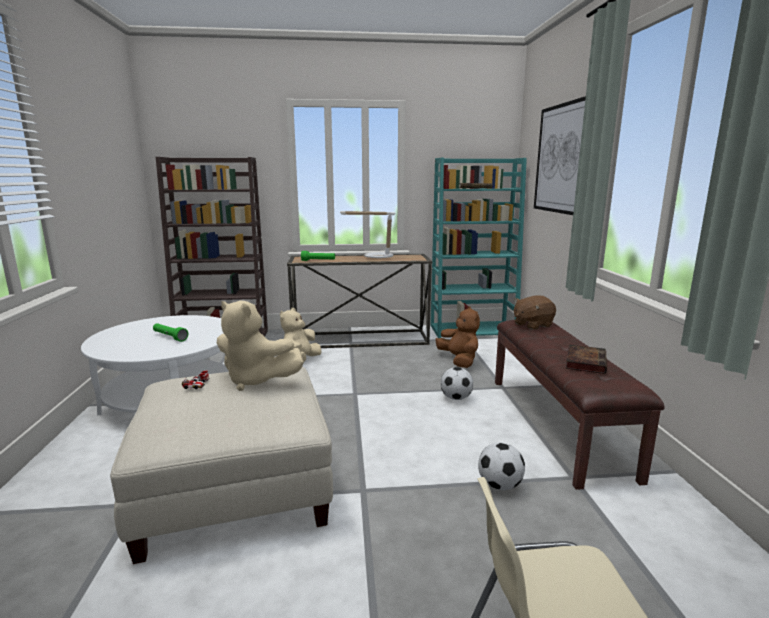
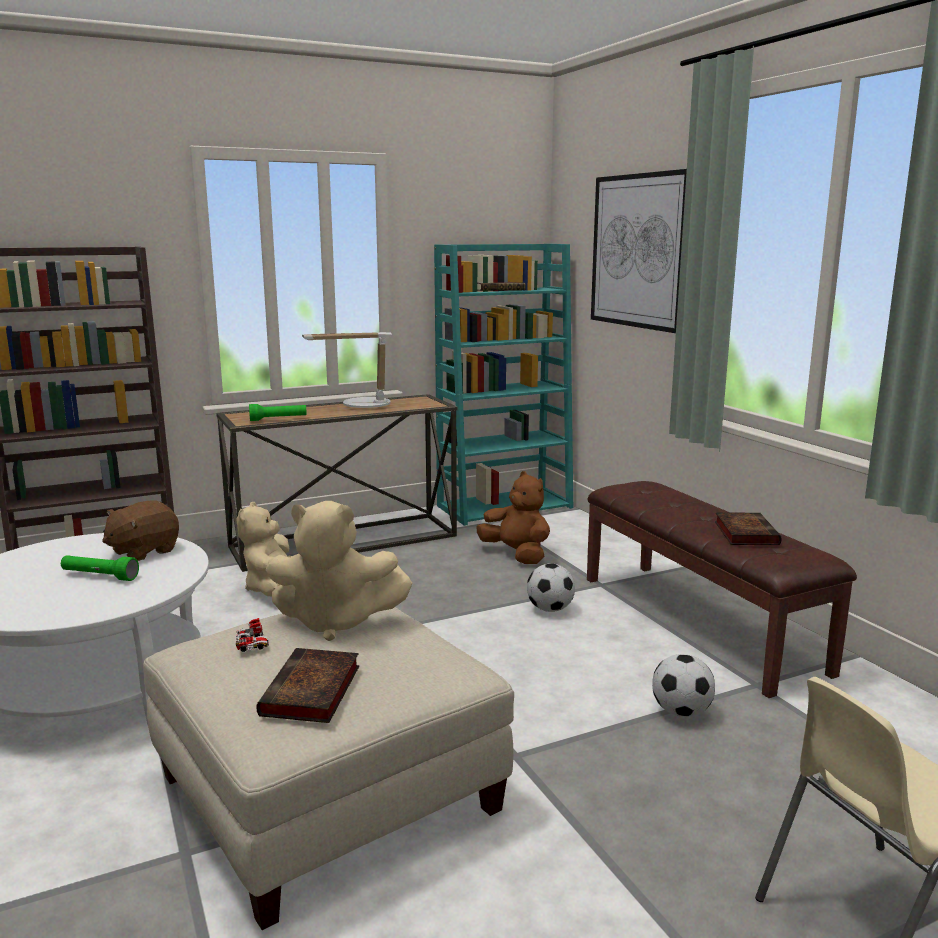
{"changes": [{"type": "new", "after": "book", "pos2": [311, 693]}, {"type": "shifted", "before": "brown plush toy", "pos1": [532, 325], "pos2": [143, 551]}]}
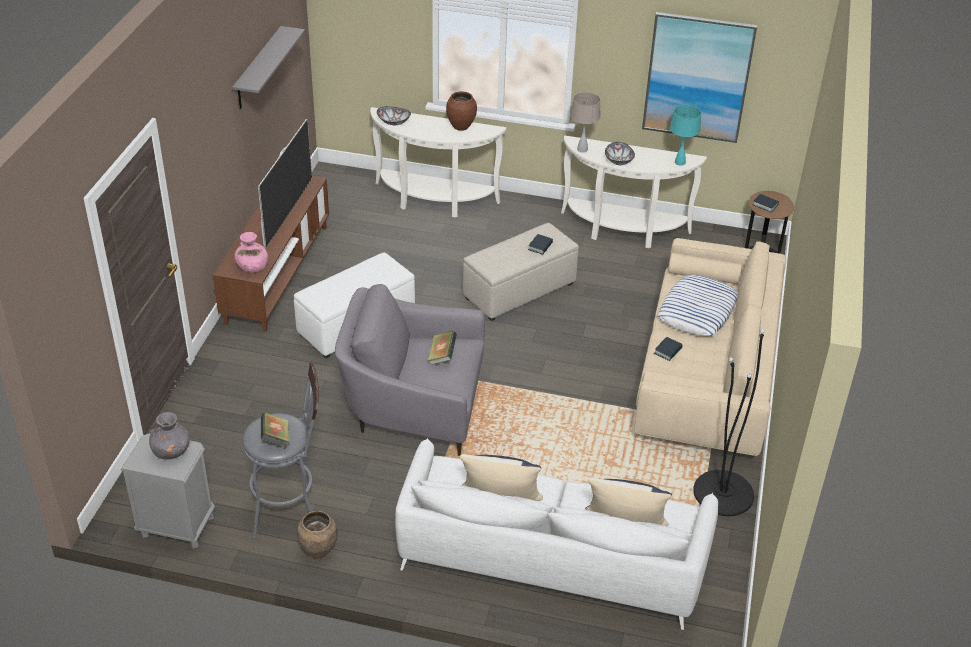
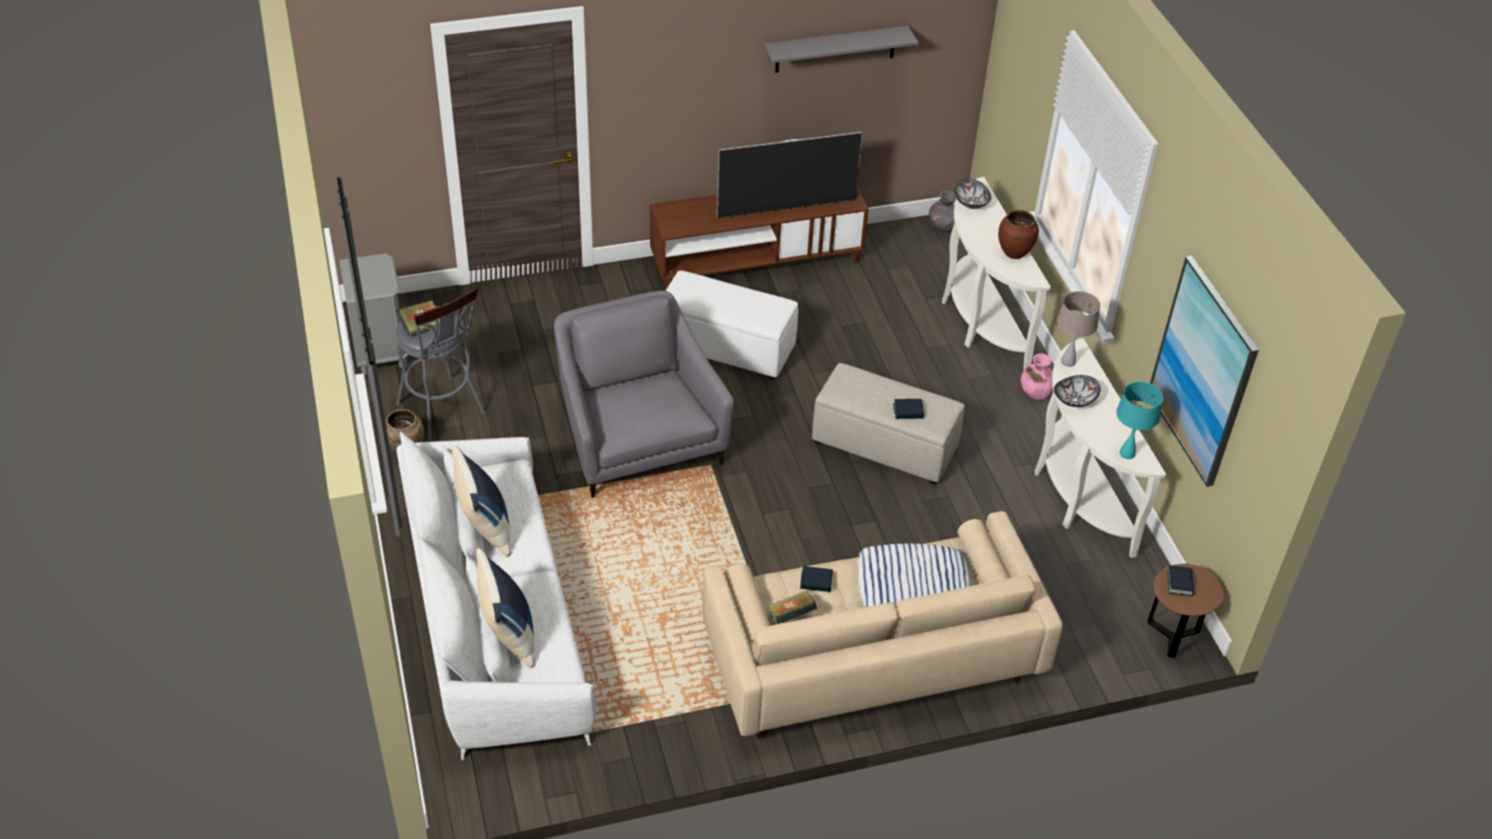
{"changes": [{"type": "gone", "before": "black floor lamp", "pos1": [723, 493]}, {"type": "shifted", "before": "grey vase", "pos1": [172, 451], "pos2": [943, 226]}, {"type": "shifted", "before": "pink vase", "pos1": [252, 267], "pos2": [1035, 391]}, {"type": "shifted", "before": "book", "pos1": [442, 356], "pos2": [791, 616]}]}
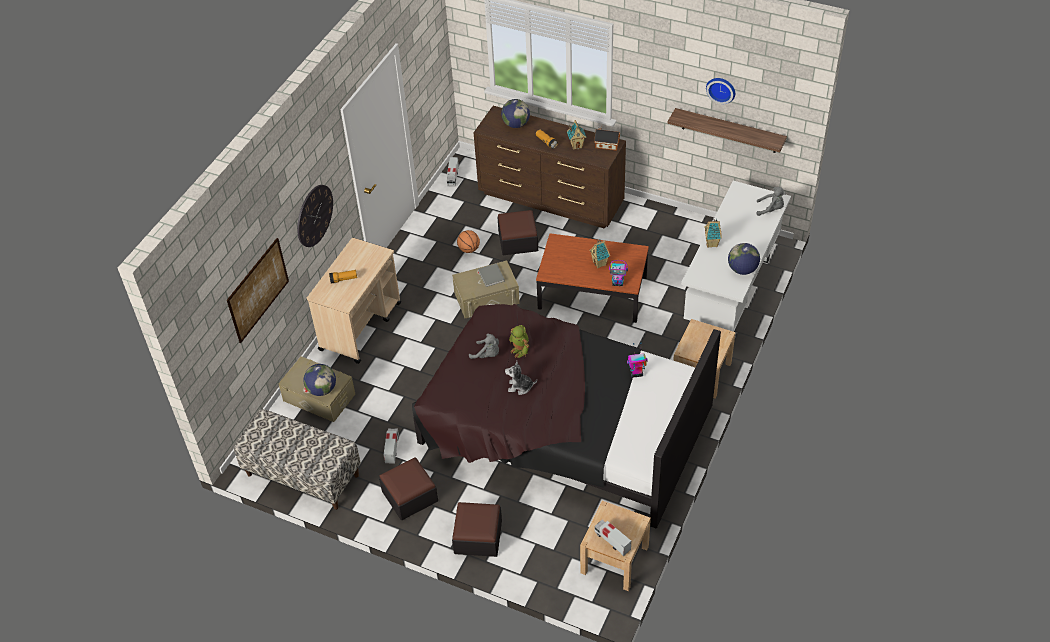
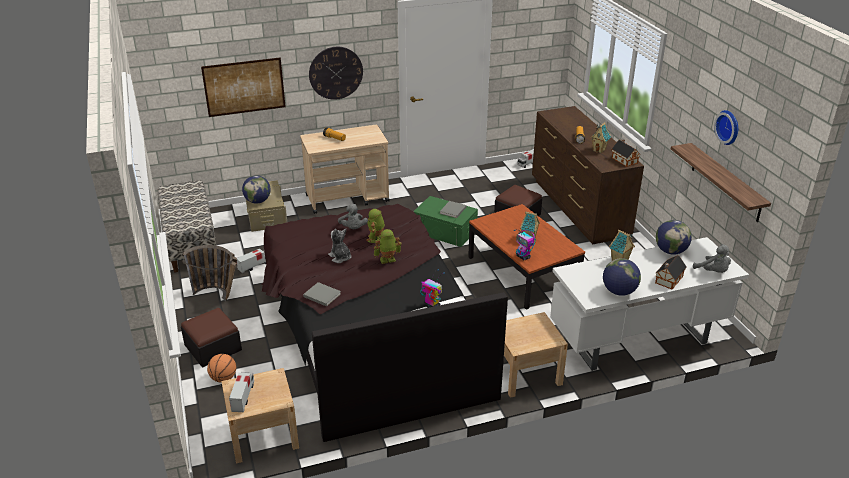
{"changes": [{"type": "new", "after": "grey book", "pos2": [321, 295]}, {"type": "new", "after": "toy robot", "pos2": [387, 260]}, {"type": "new", "after": "toy house", "pos2": [668, 280]}, {"type": "shifted", "before": "basketball", "pos1": [469, 249], "pos2": [223, 378]}, {"type": "shifted", "before": "globe", "pos1": [516, 124], "pos2": [670, 251]}, {"type": "swapped", "before": "ottoman", "after": "basket", "pos1": [410, 496], "pos2": [219, 296]}, {"type": "repainted", "before": "beige storage box", "after": "green storage box", "pos1": [486, 298], "pos2": [445, 231]}]}
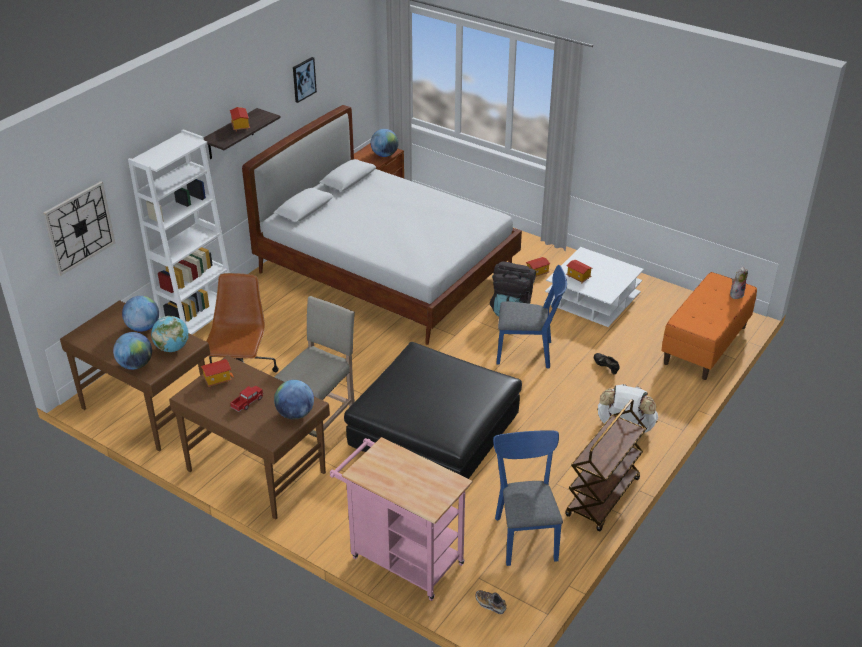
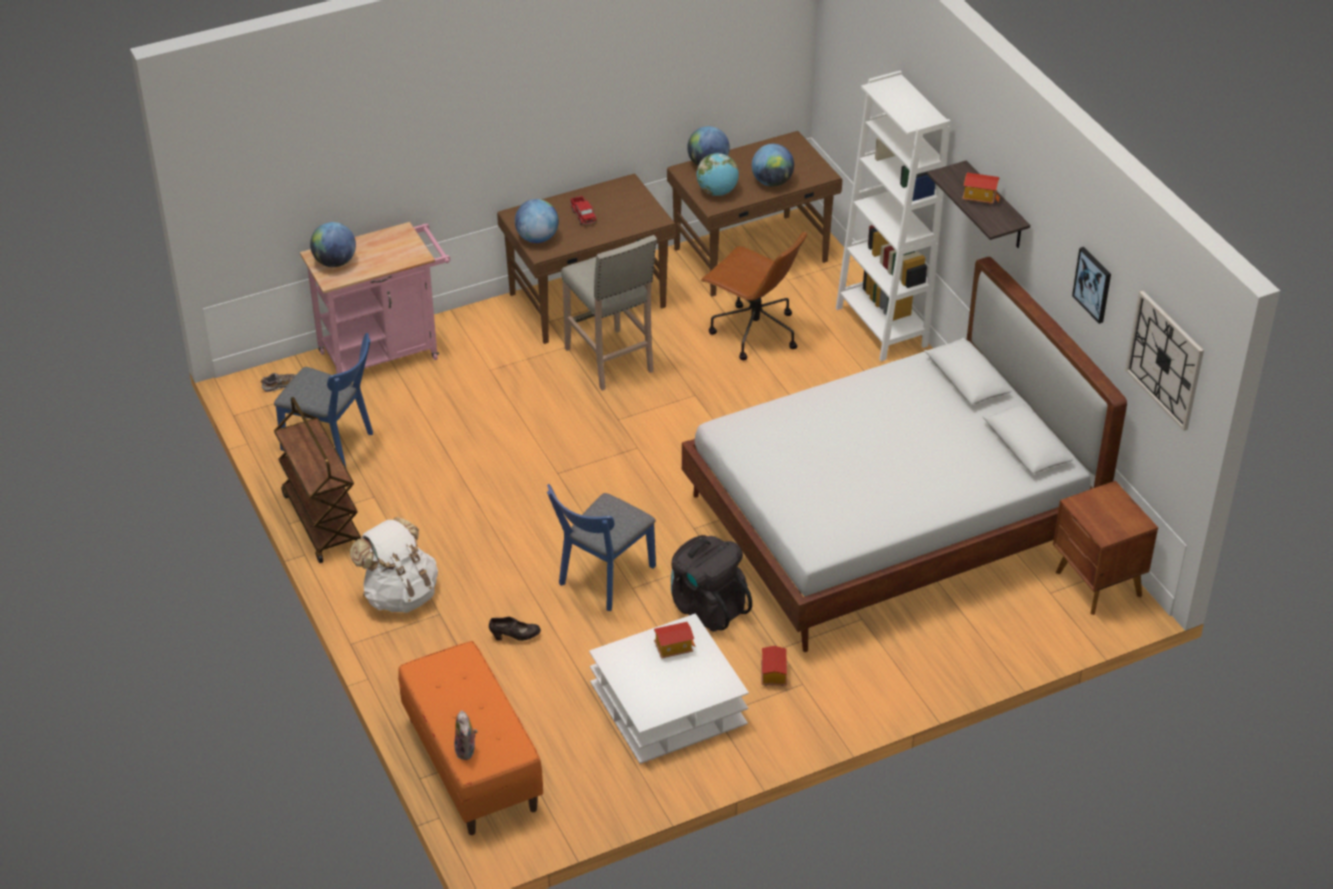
{"changes": [{"type": "gone", "before": "toy house", "pos1": [217, 379]}, {"type": "gone", "before": "black ottoman", "pos1": [434, 431]}, {"type": "shifted", "before": "wall clock", "pos1": [79, 228], "pos2": [1165, 360]}, {"type": "shifted", "before": "globe", "pos1": [384, 155], "pos2": [335, 262]}]}
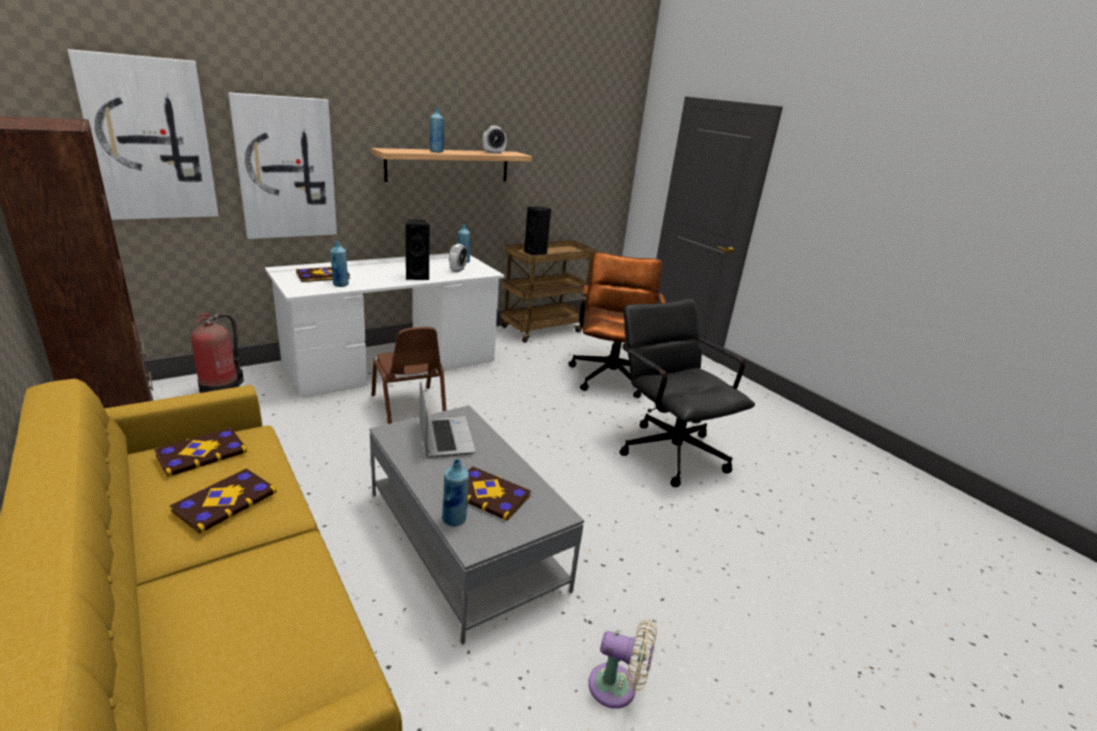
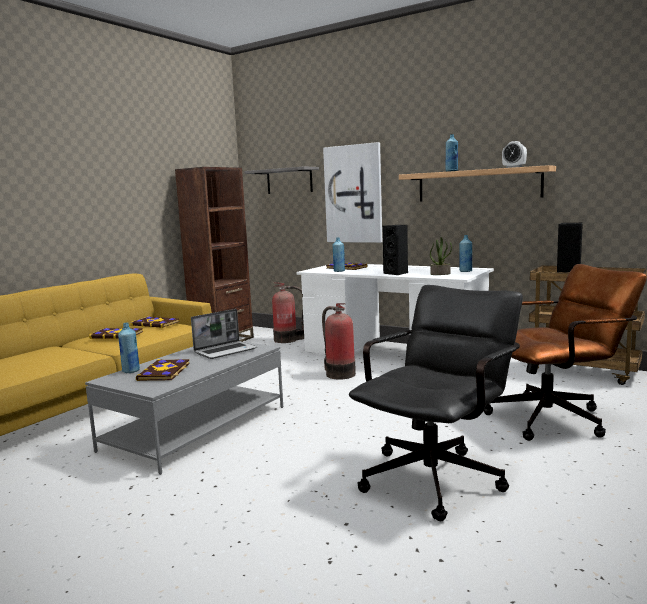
{"changes": [{"type": "gone", "before": "beige fan", "pos1": [617, 687]}, {"type": "swapped", "before": "picture", "after": "grey shelf", "pos1": [150, 140], "pos2": [289, 181]}, {"type": "swapped", "before": "brown chair", "after": "fire extinguisher", "pos1": [409, 408], "pos2": [339, 374]}, {"type": "swapped", "before": "alarm clock", "after": "potted plant", "pos1": [457, 270], "pos2": [440, 274]}]}
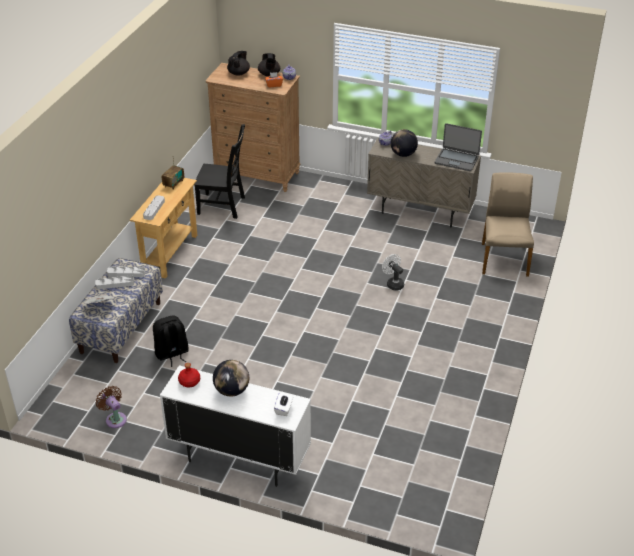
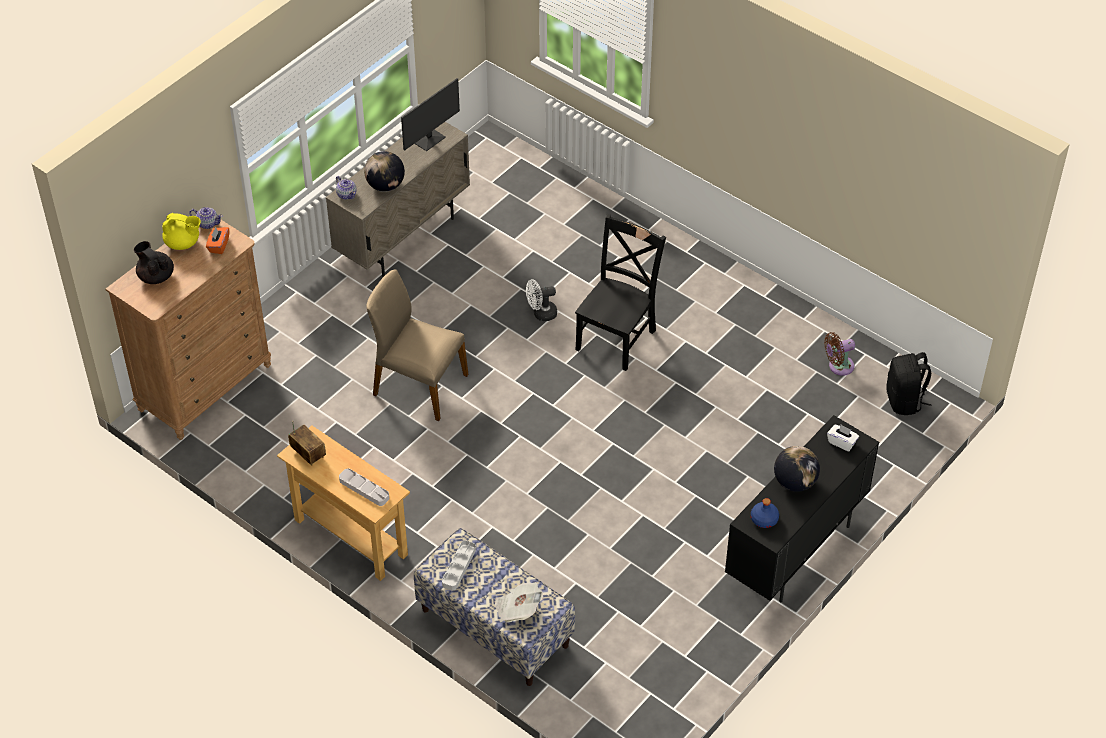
{"changes": [{"type": "gone", "before": "grey tray", "pos1": [115, 284]}, {"type": "shifted", "before": "brown fan", "pos1": [115, 419], "pos2": [838, 366]}, {"type": "shifted", "before": "black backpack", "pos1": [172, 354], "pos2": [904, 401]}, {"type": "shifted", "before": "black chair", "pos1": [223, 206], "pos2": [617, 337]}, {"type": "shifted", "before": "beige chair", "pos1": [503, 259], "pos2": [419, 385]}, {"type": "swapped", "before": "laptop", "after": "monitor", "pos1": [456, 160], "pos2": [429, 139]}, {"type": "repainted", "before": "white cabinet", "after": "black cabinet", "pos1": [239, 460], "pos2": [795, 552]}, {"type": "repainted", "before": "red bottle", "after": "blue bottle", "pos1": [189, 382], "pos2": [764, 519]}, {"type": "repainted", "before": "black teapot", "after": "yellow teapot", "pos1": [269, 74], "pos2": [183, 243]}]}
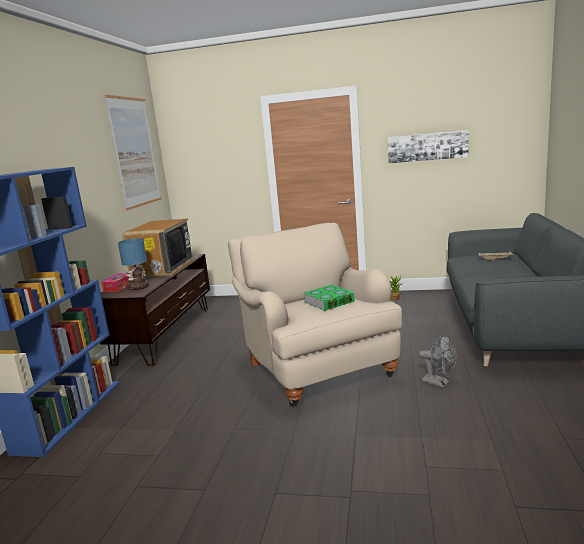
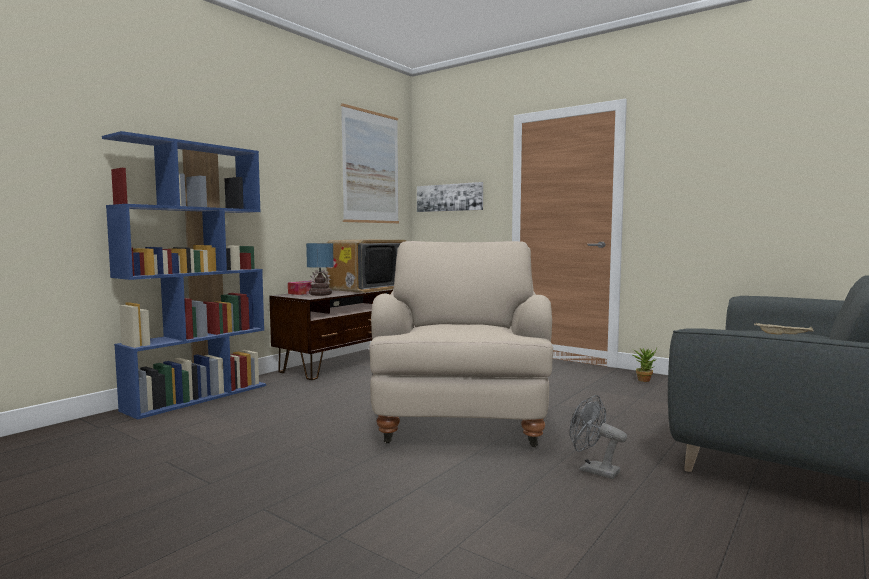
{"changes": [{"type": "gone", "before": "book", "pos1": [329, 301]}, {"type": "shifted", "before": "picture", "pos1": [427, 146], "pos2": [449, 197]}, {"type": "rotated", "before": "grey fan", "pos1": [439, 383], "pos2": [593, 470], "turn": 150}]}
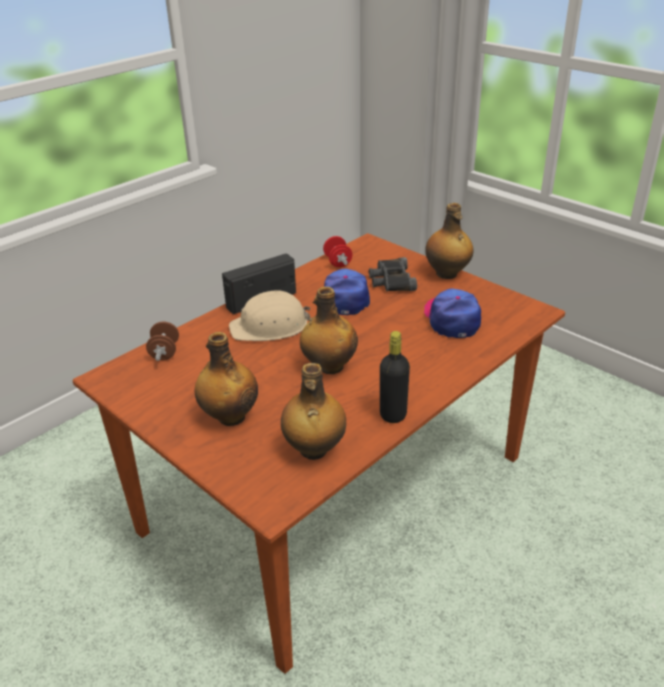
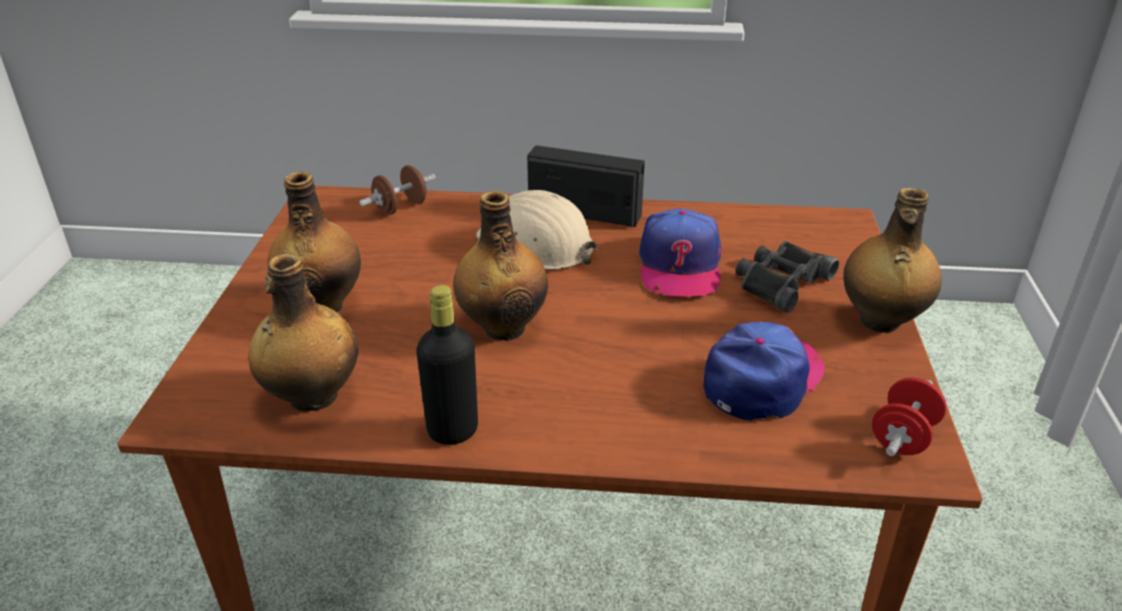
{"changes": [{"type": "shifted", "before": "red dumbbell", "pos1": [337, 262], "pos2": [903, 437]}, {"type": "rotated", "before": "cap", "pos1": [345, 297], "pos2": [679, 266], "turn": 135}]}
